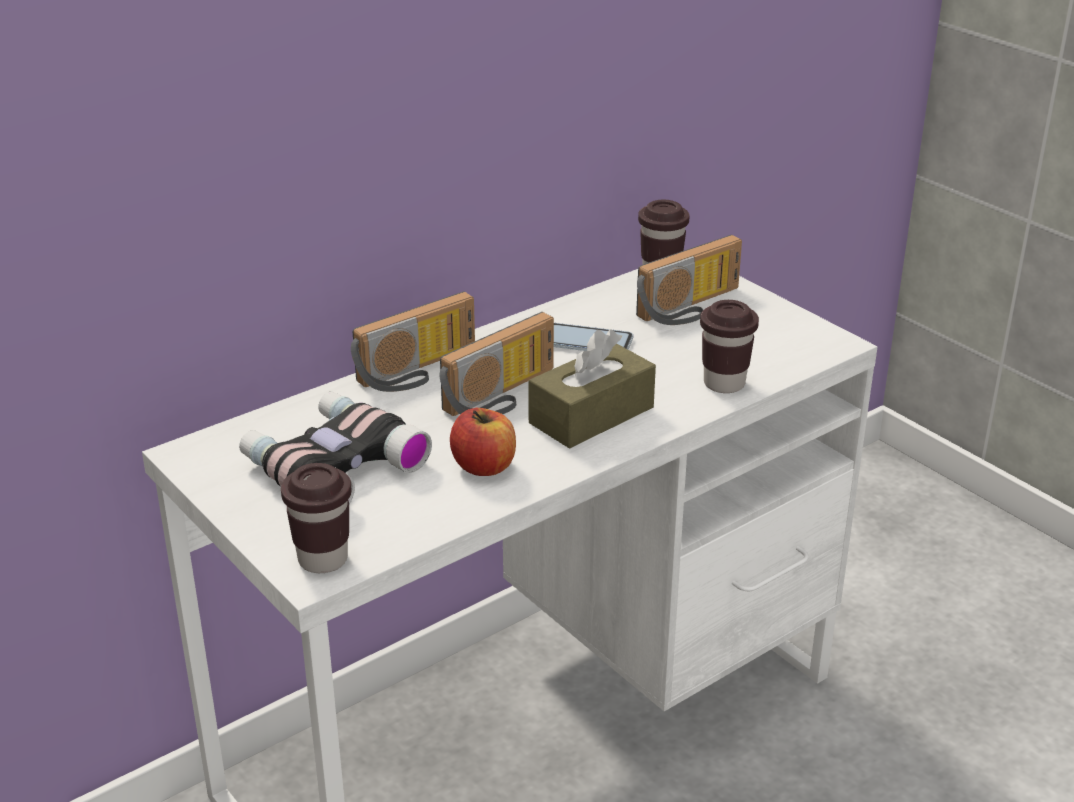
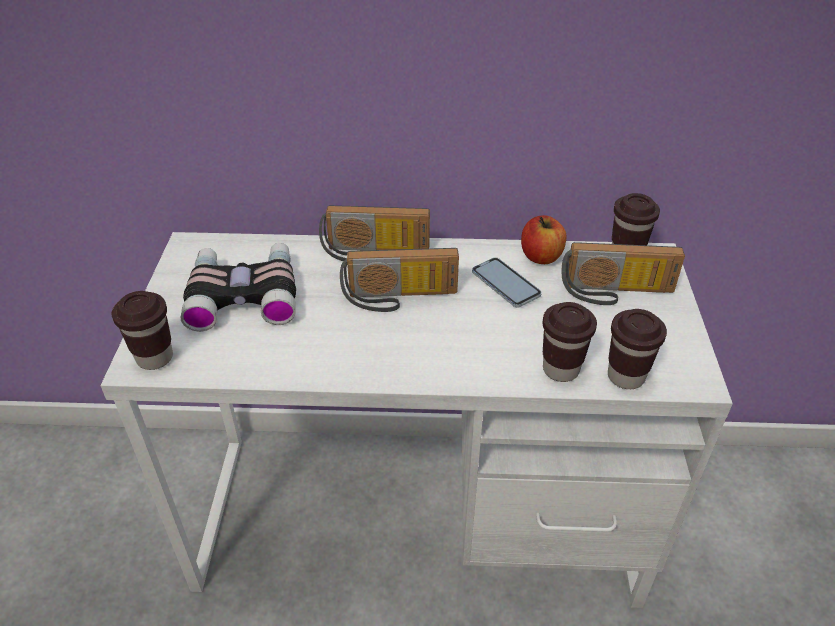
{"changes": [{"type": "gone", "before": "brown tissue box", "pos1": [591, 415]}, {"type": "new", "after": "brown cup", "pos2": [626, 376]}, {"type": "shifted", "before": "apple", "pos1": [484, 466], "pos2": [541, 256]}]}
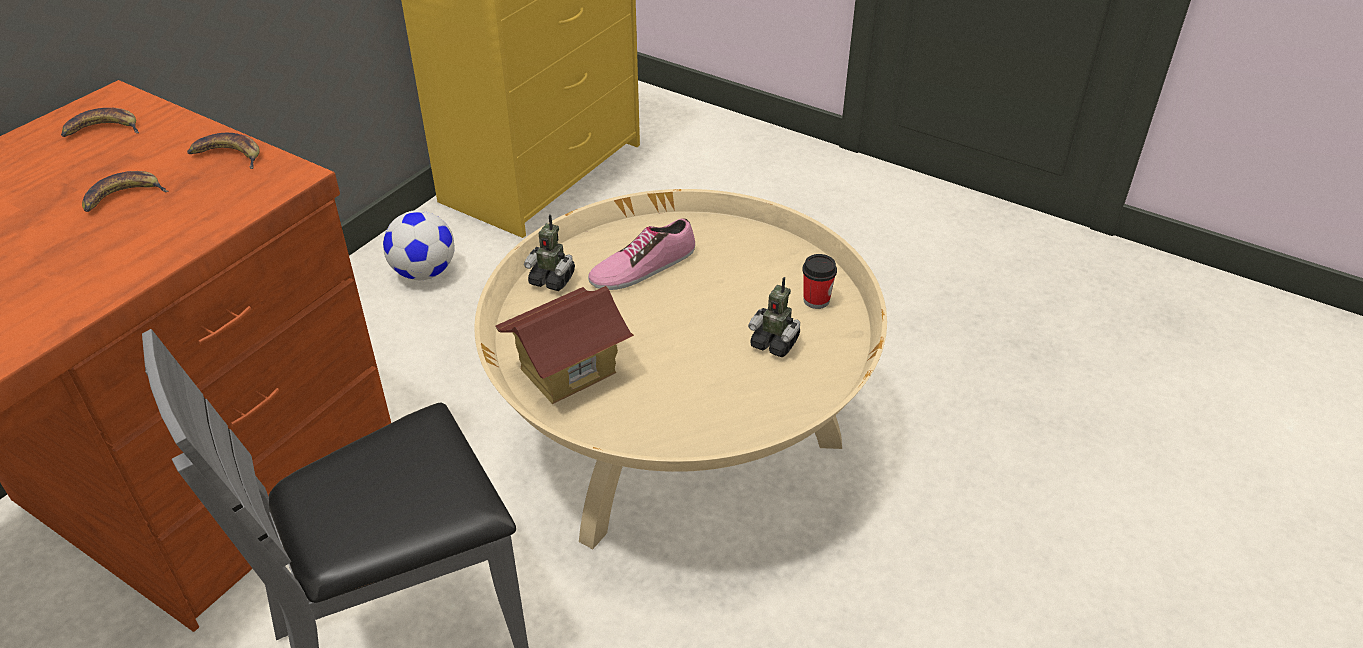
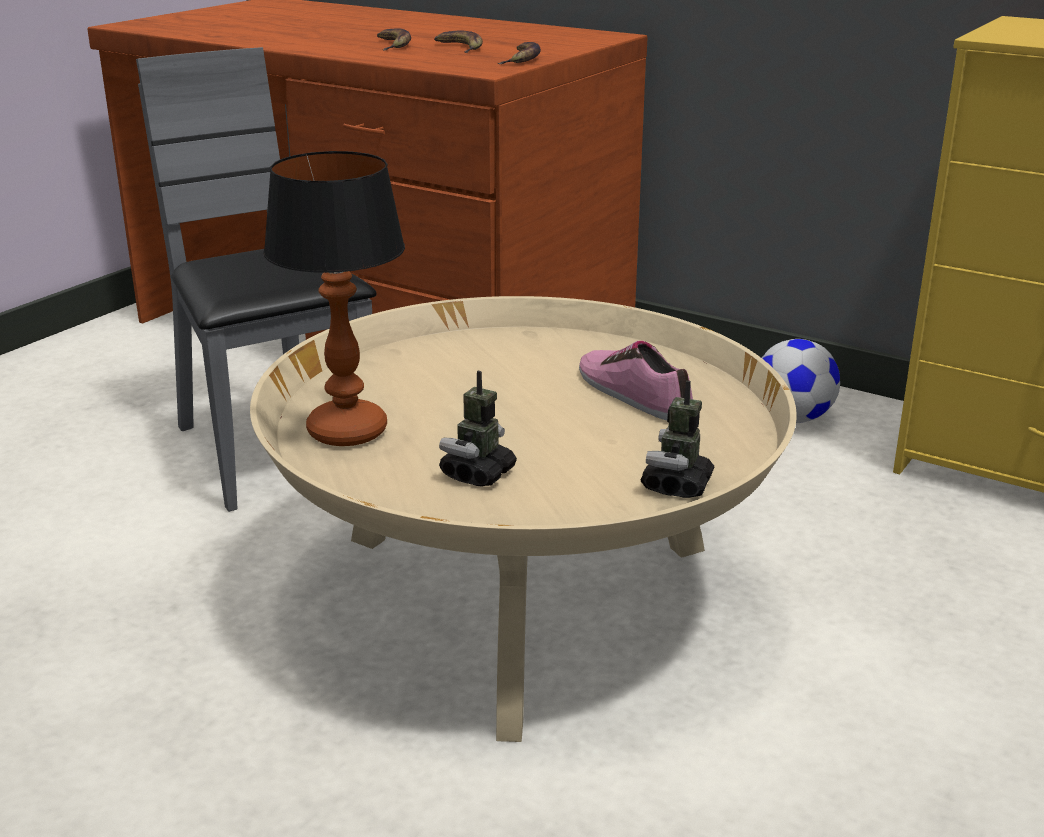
{"changes": [{"type": "gone", "before": "toy house", "pos1": [567, 371]}, {"type": "gone", "before": "cup", "pos1": [816, 300]}, {"type": "new", "after": "table lamp", "pos2": [348, 430]}, {"type": "shifted", "before": "banana", "pos1": [102, 130], "pos2": [392, 45]}, {"type": "shifted", "before": "toy robot", "pos1": [552, 279], "pos2": [676, 485]}]}
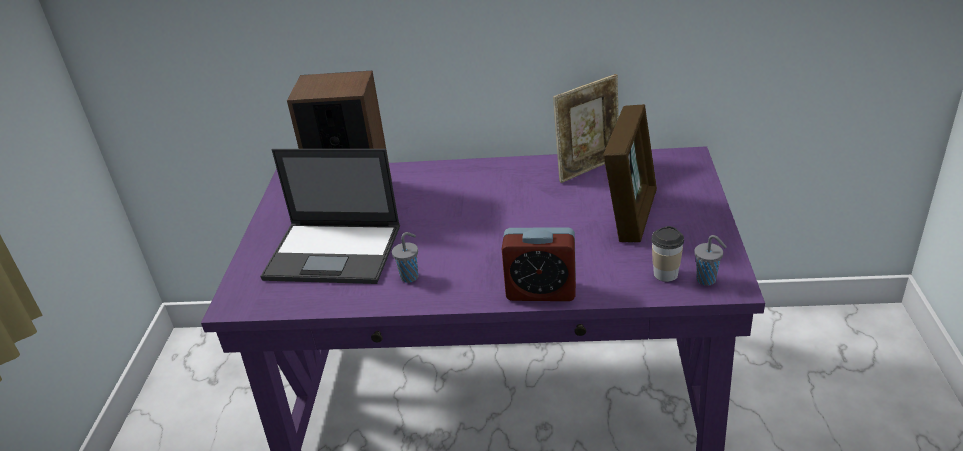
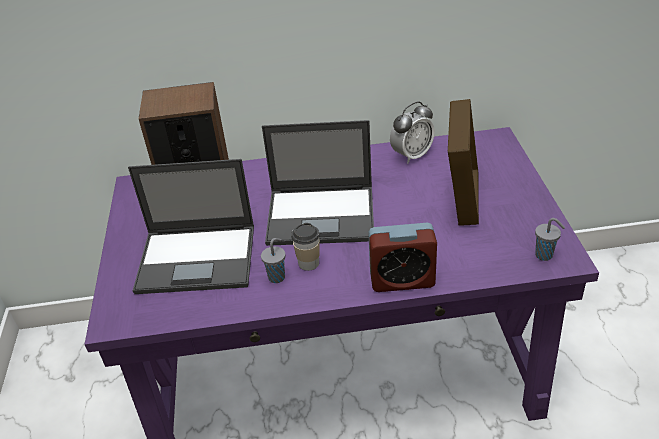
{"changes": [{"type": "new", "after": "laptop", "pos2": [322, 215]}, {"type": "shifted", "before": "cup", "pos1": [665, 274], "pos2": [308, 263]}, {"type": "swapped", "before": "picture frame", "after": "alarm clock", "pos1": [588, 168], "pos2": [412, 155]}]}
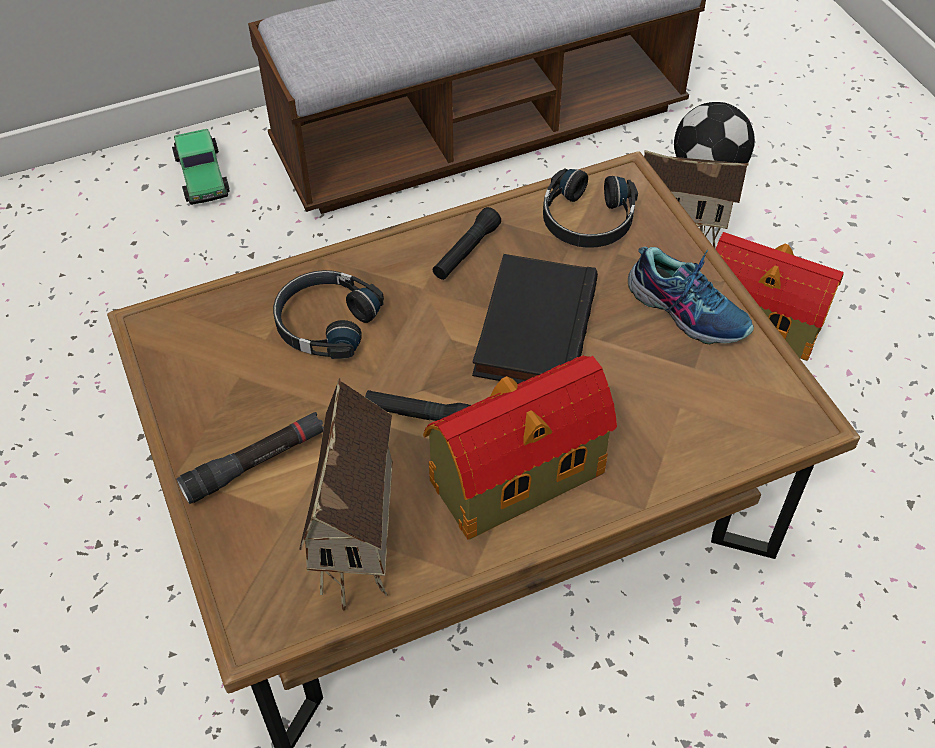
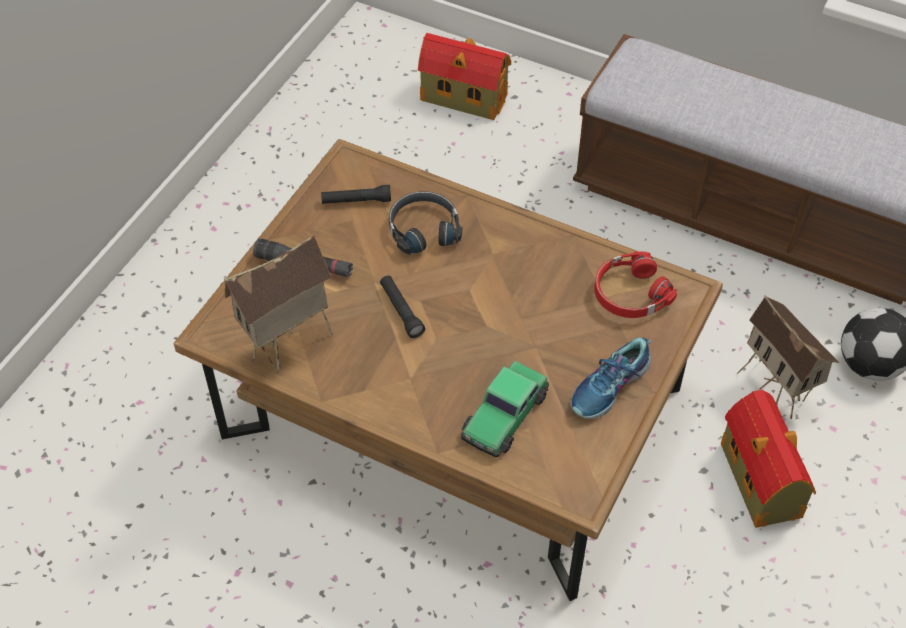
{"changes": [{"type": "gone", "before": "black book", "pos1": [532, 327]}, {"type": "shifted", "before": "toy car", "pos1": [202, 175], "pos2": [504, 415]}, {"type": "shifted", "before": "toy house", "pos1": [513, 479], "pos2": [462, 97]}, {"type": "shifted", "before": "black flashlight", "pos1": [466, 252], "pos2": [356, 201]}, {"type": "repainted", "before": "black headphones", "after": "red headphones", "pos1": [587, 220], "pos2": [629, 294]}, {"type": "rotated", "before": "shoe", "pos1": [688, 310], "pos2": [610, 387], "turn": 45}]}
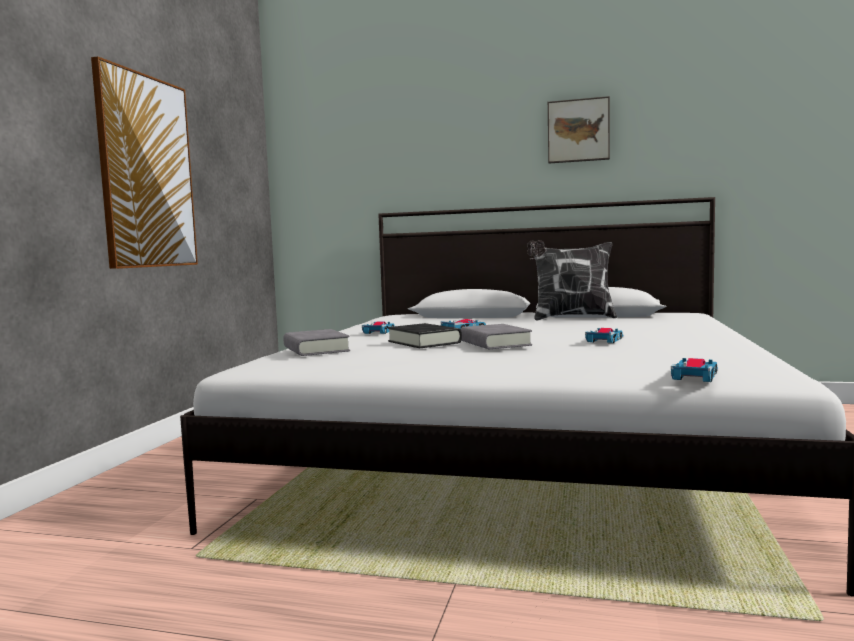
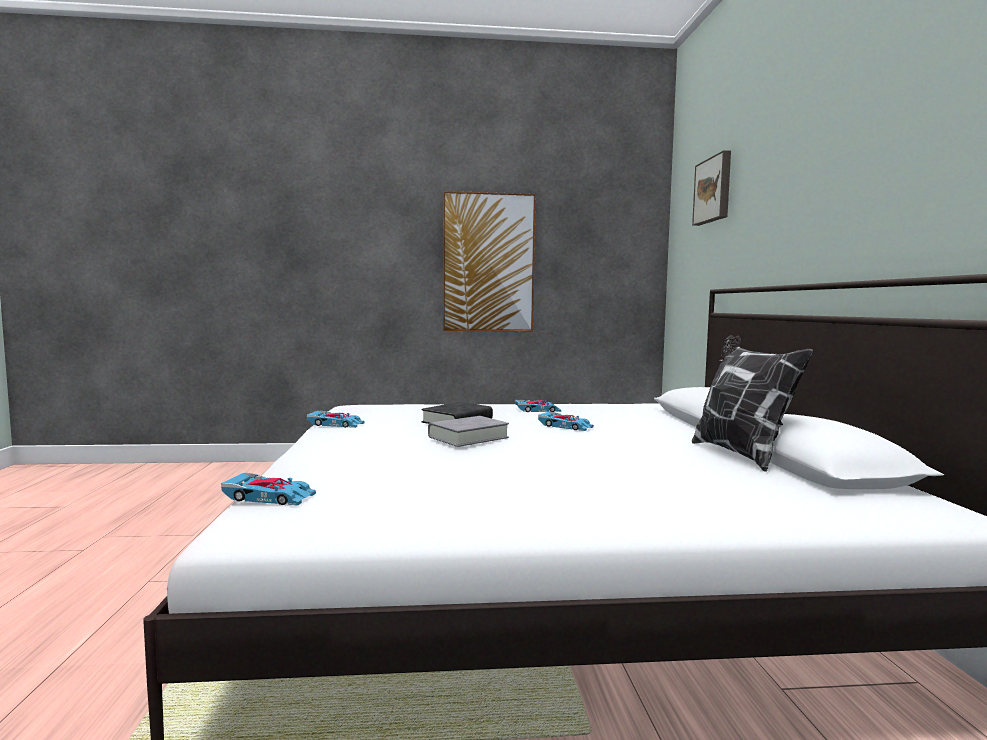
{"changes": [{"type": "gone", "before": "grey book", "pos1": [316, 349]}, {"type": "shifted", "before": "picture", "pos1": [578, 131], "pos2": [714, 190]}, {"type": "shifted", "before": "toy car", "pos1": [605, 340], "pos2": [336, 424]}]}
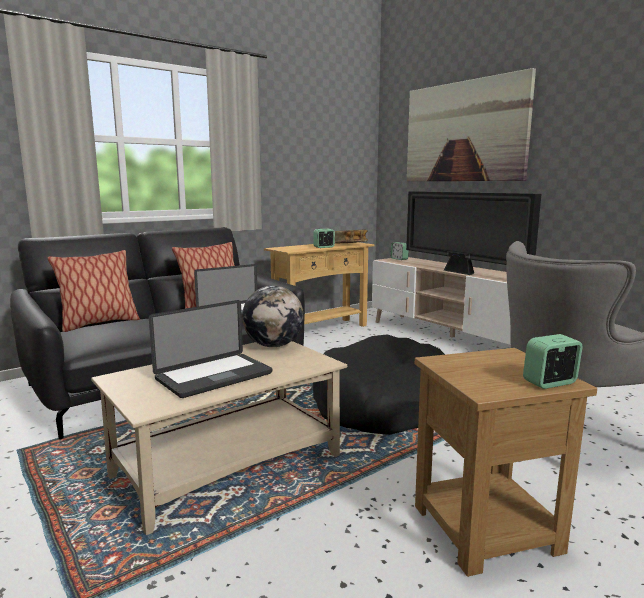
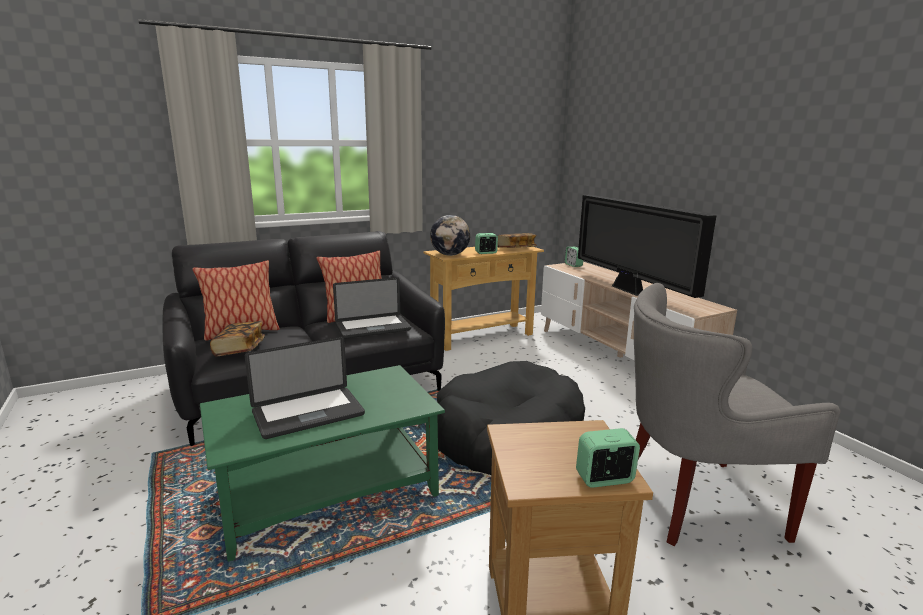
{"changes": [{"type": "gone", "before": "picture", "pos1": [464, 132]}, {"type": "new", "after": "book", "pos2": [239, 349]}, {"type": "shifted", "before": "globe", "pos1": [273, 345], "pos2": [450, 255]}, {"type": "repainted", "before": "beige coffee table", "after": "green coffee table", "pos1": [229, 465], "pos2": [329, 493]}]}
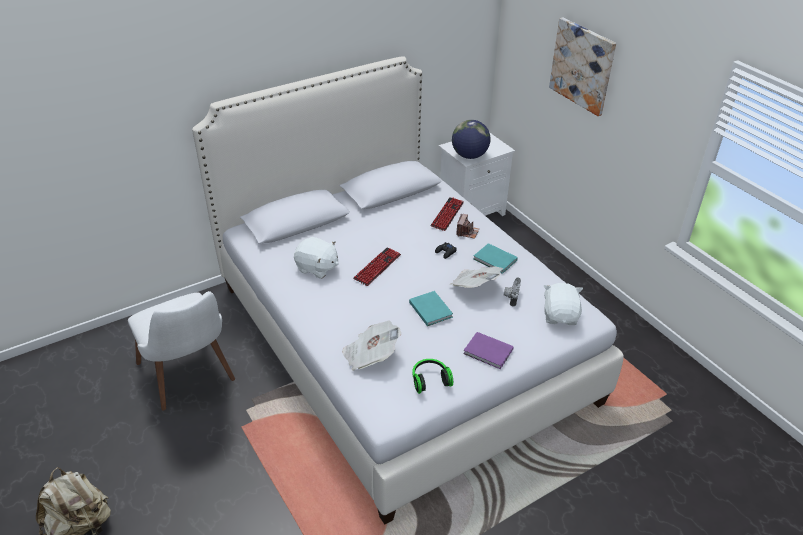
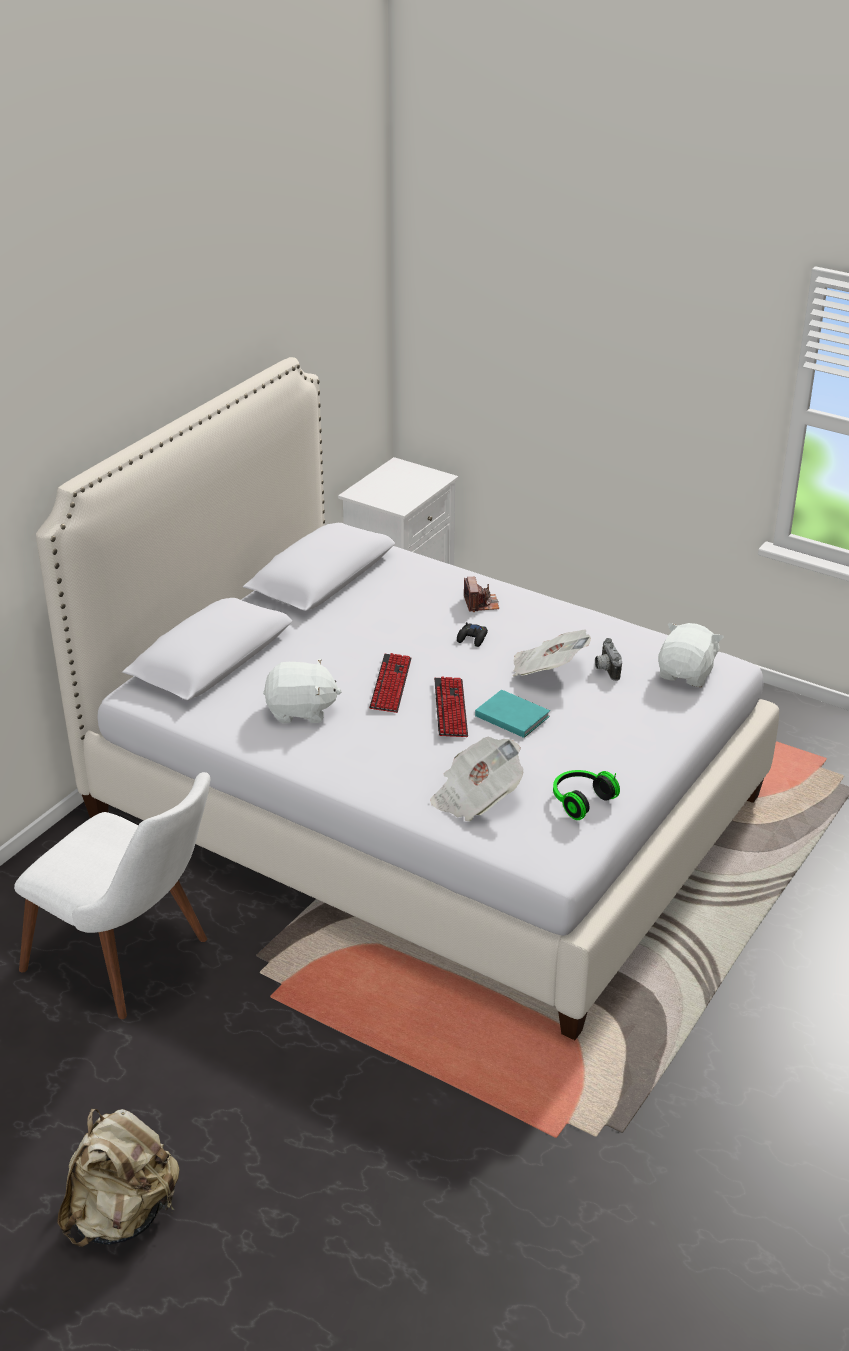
{"changes": [{"type": "gone", "before": "globe", "pos1": [469, 156]}, {"type": "gone", "before": "purple book", "pos1": [489, 352]}, {"type": "gone", "before": "turquoise book", "pos1": [495, 260]}, {"type": "gone", "before": "picture", "pos1": [582, 66]}, {"type": "shifted", "before": "keyboard", "pos1": [447, 214], "pos2": [450, 708]}, {"type": "rotated", "before": "white plush toy", "pos1": [560, 316], "pos2": [686, 674], "turn": 45}]}
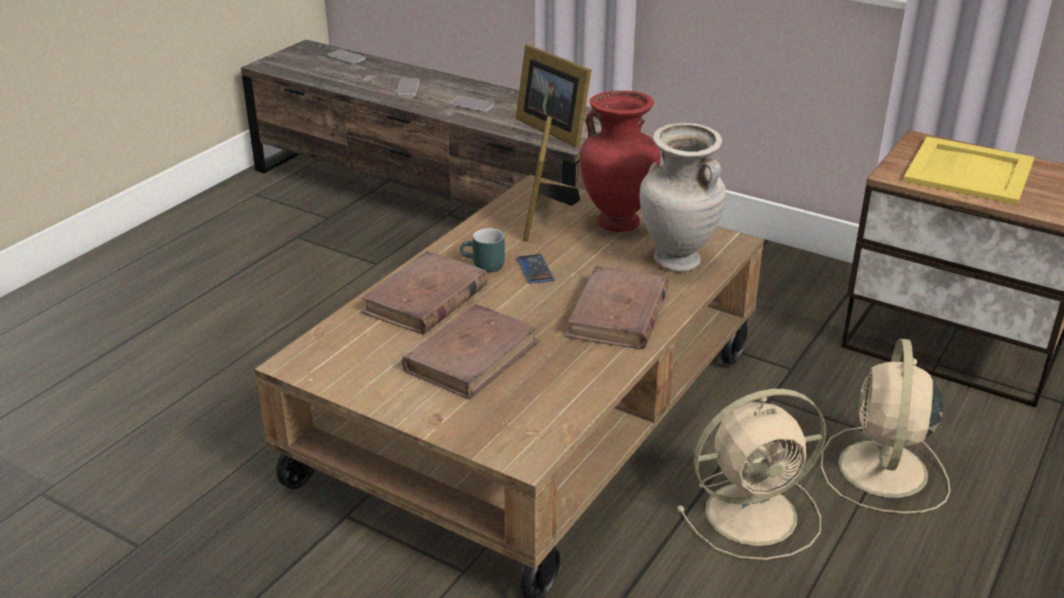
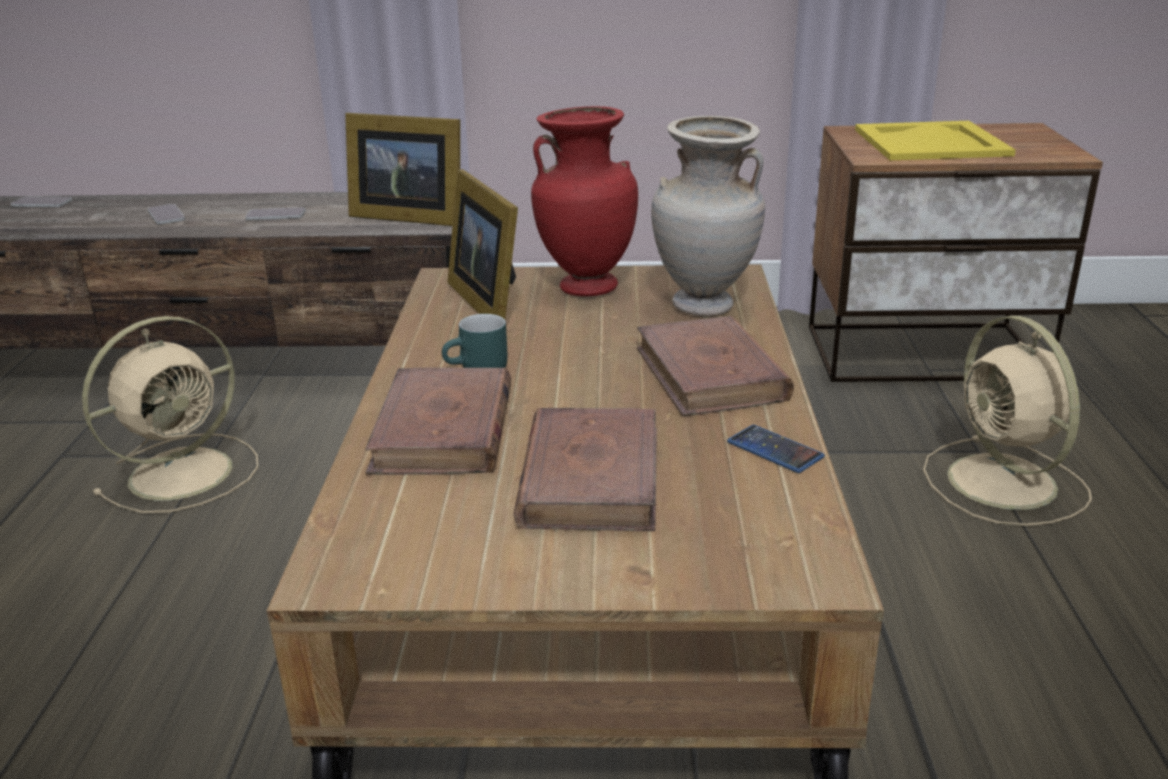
{"changes": [{"type": "shifted", "before": "phone", "pos1": [535, 269], "pos2": [775, 450]}, {"type": "shifted", "before": "beige fan", "pos1": [755, 513], "pos2": [185, 472]}]}
